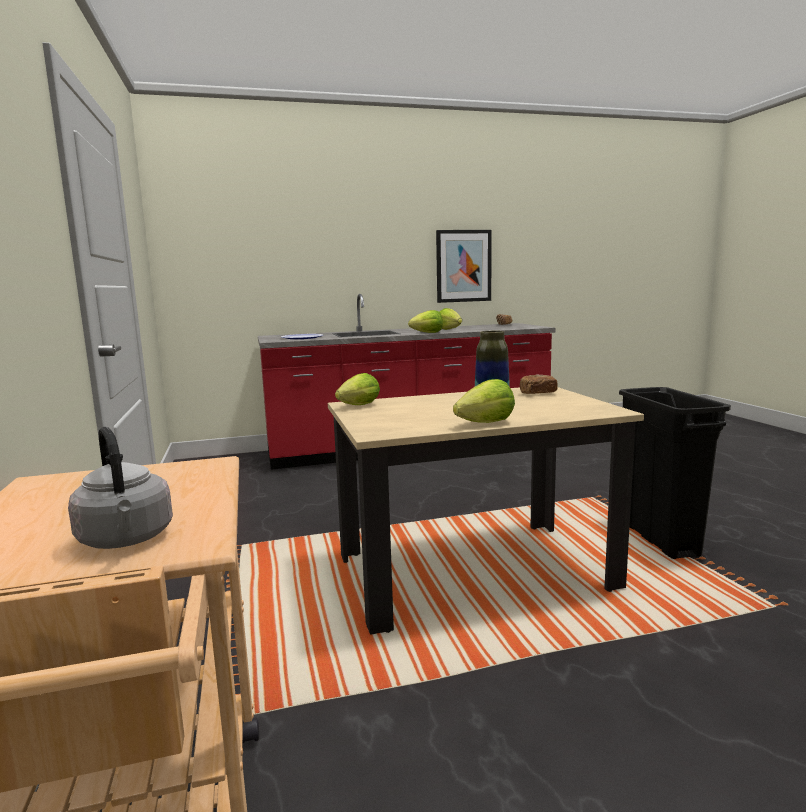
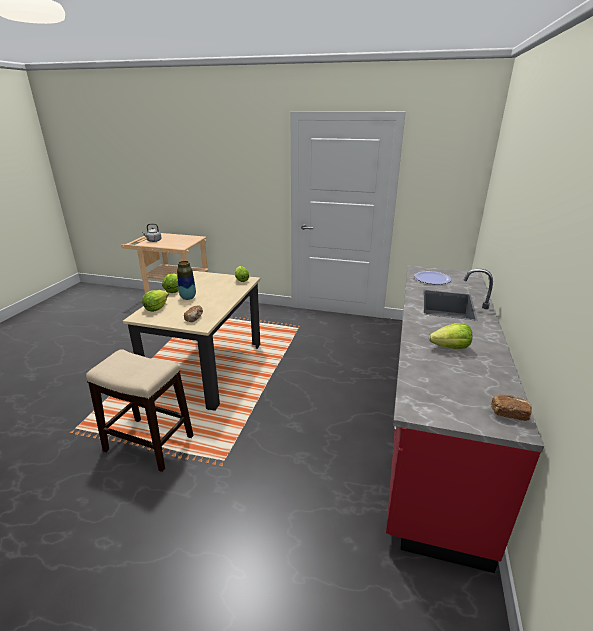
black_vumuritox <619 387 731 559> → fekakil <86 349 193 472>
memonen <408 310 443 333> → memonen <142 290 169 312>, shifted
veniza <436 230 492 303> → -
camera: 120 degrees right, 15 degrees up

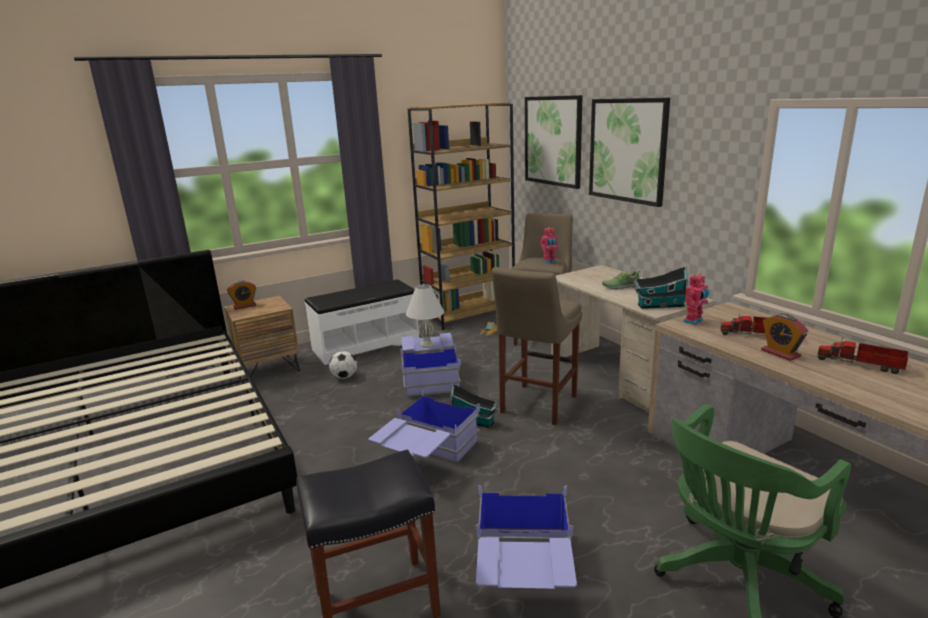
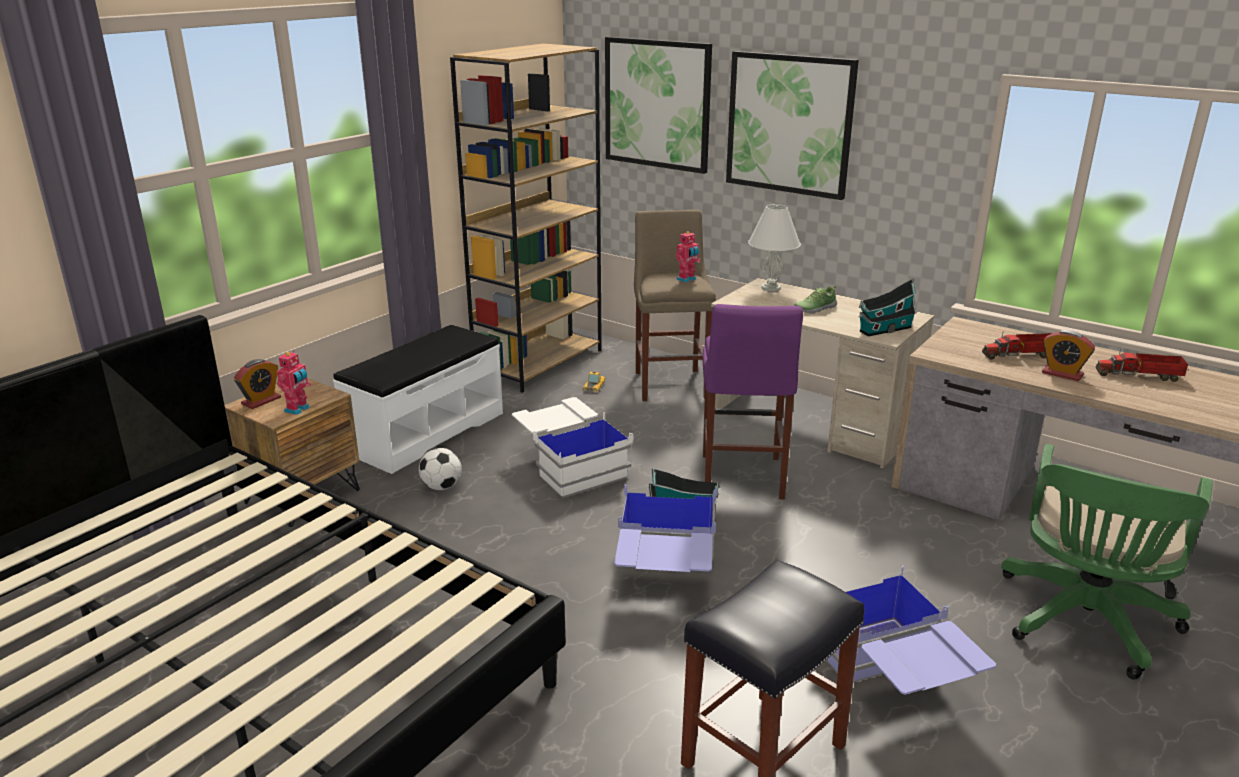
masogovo <683 273 709 325> → masogovo <277 350 311 415>, shifted
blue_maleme <400 333 461 397> → white_maleme <512 397 633 498>
beige_fekakil <492 267 582 425> → purple_fekakil <702 304 803 499>
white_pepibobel <406 284 444 347> → white_pepibobel <748 204 801 291>, shifted
camera: 25 degrees left, 5 degrees up

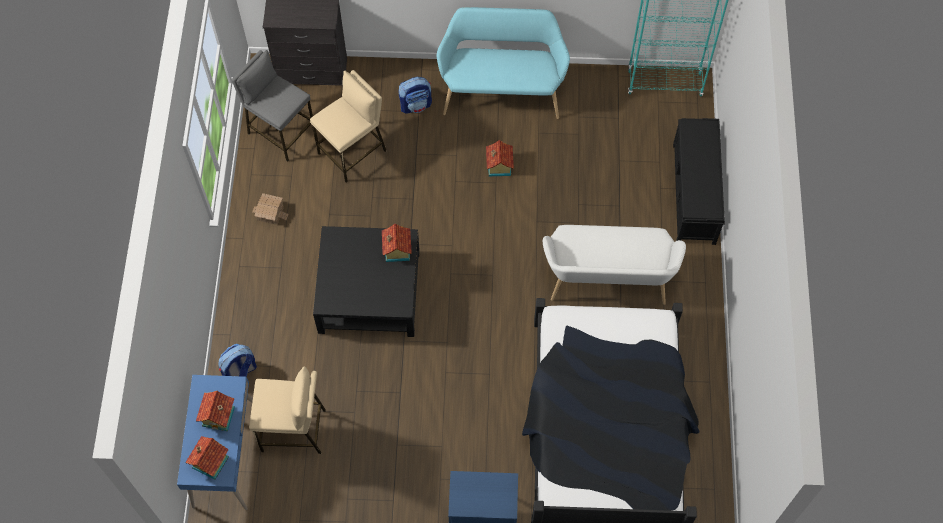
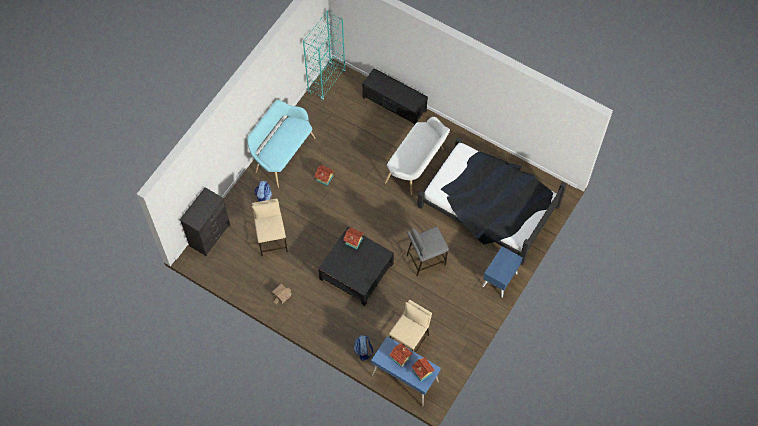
grey_fekakil <231 50 313 162> → grey_fekakil <407 226 449 276>, shifted
camera: 60 degrees left, 0 degrees up

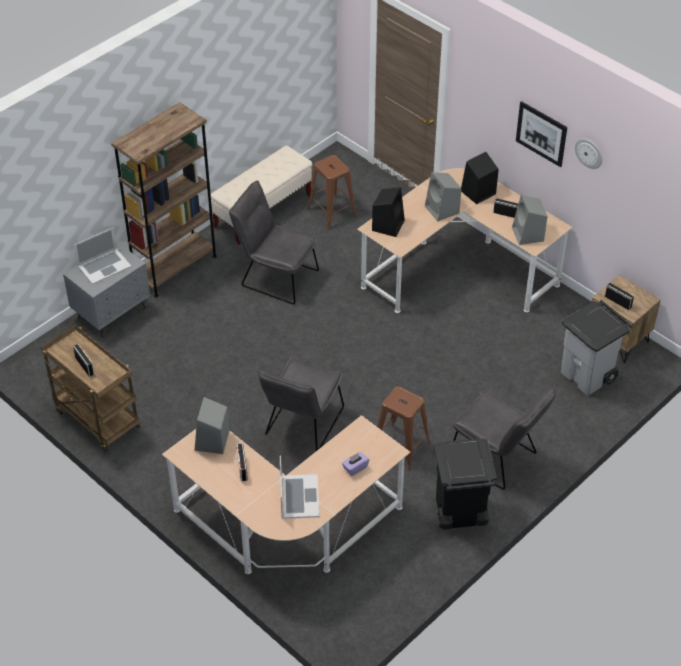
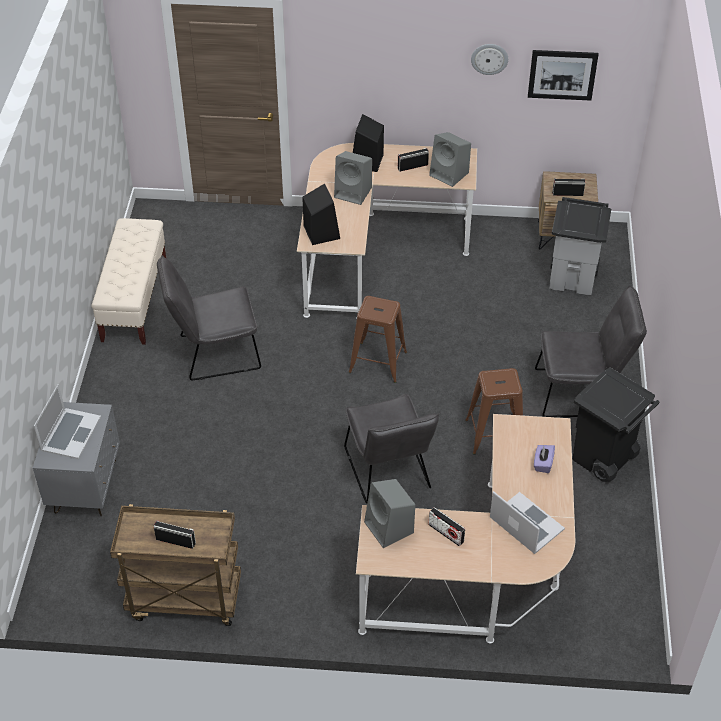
brown_fekakil <307 155 358 230> → brown_fekakil <349 296 407 383>, shifted
veniza <516 101 567 167> → veniza <528 50 599 101>, shifted
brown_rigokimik <111 102 217 298> → -
camera: 40 degrees left, 0 degrees up

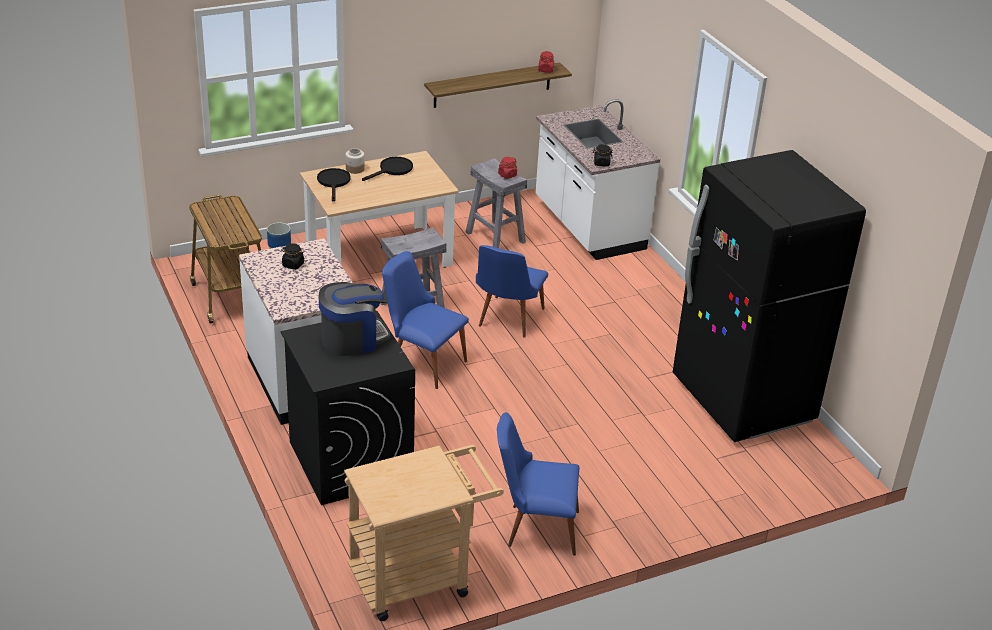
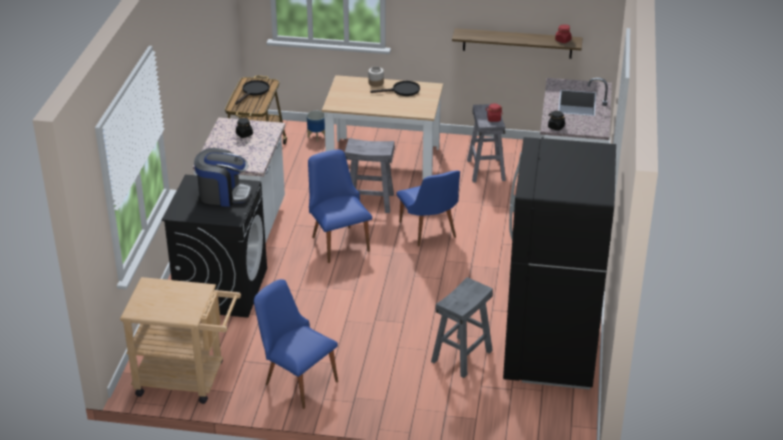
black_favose <317 168 351 202> → black_favose <235 80 269 105>, shifted
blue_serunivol <476 245 548 337> → blue_serunivol <397 171 460 247>, 75 degrees counterclockwise
- → grey_fekakil <431 277 493 378>
camera: 35 degrees right, 0 degrees up

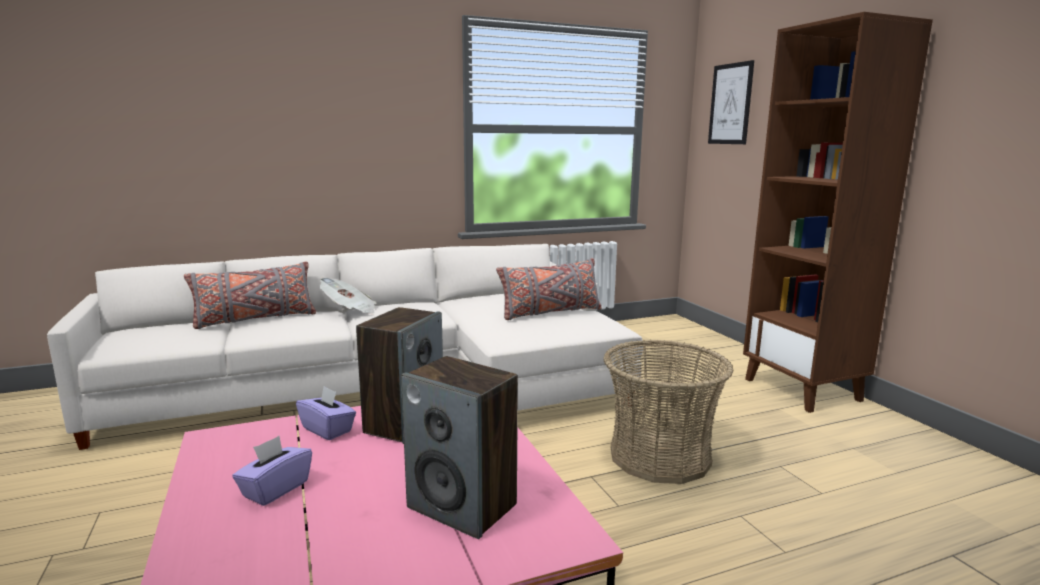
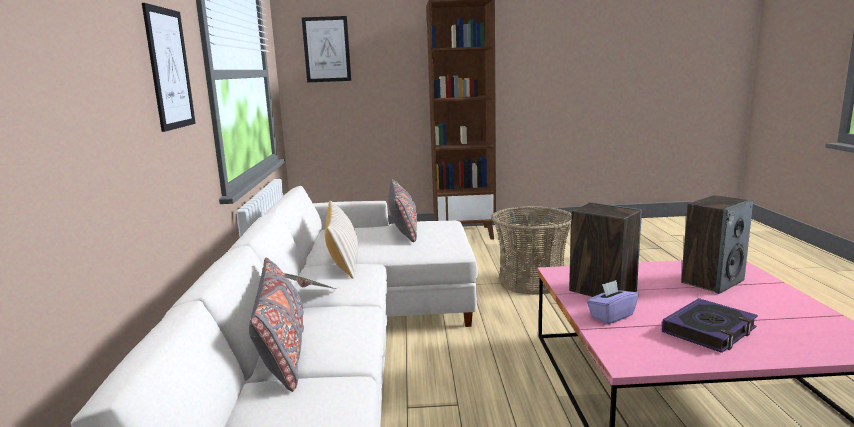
- → veniza <142 3 196 132>
- → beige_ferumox <325 200 358 279>
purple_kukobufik <232 436 312 506> → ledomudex <662 298 758 353>
camera: 70 degrees left, 0 degrees up

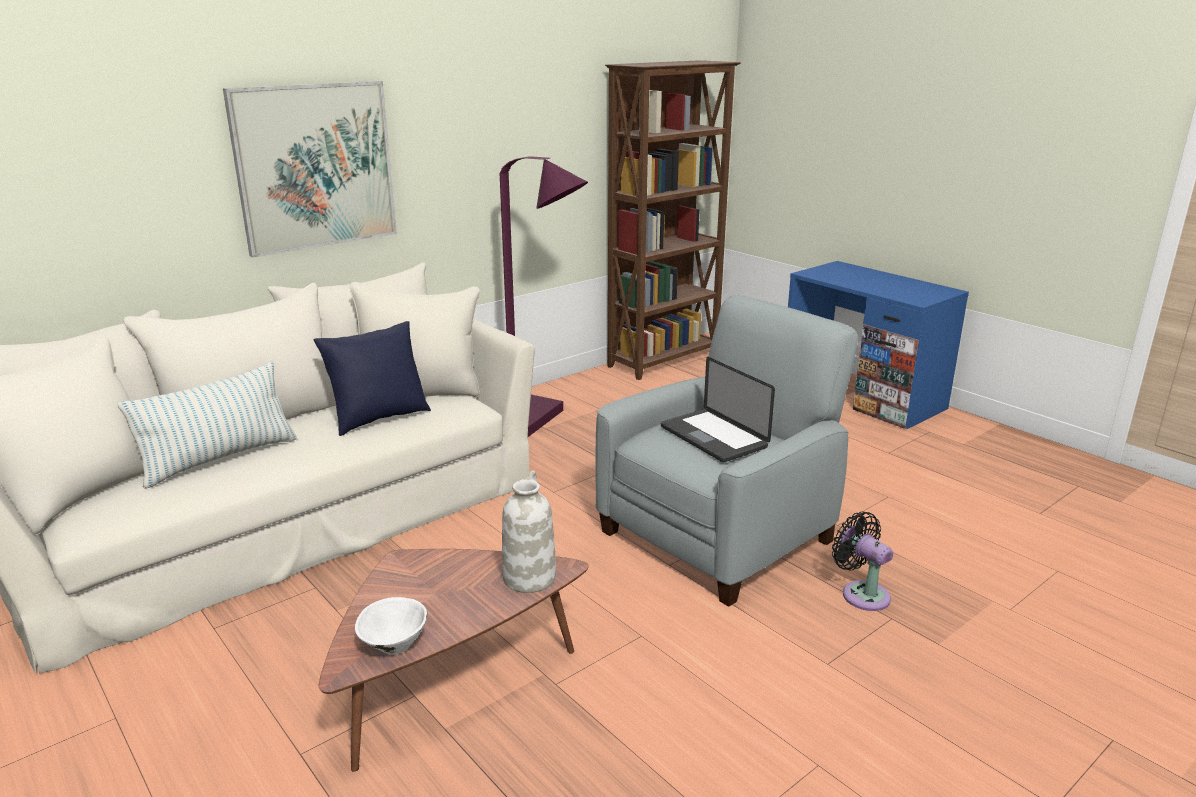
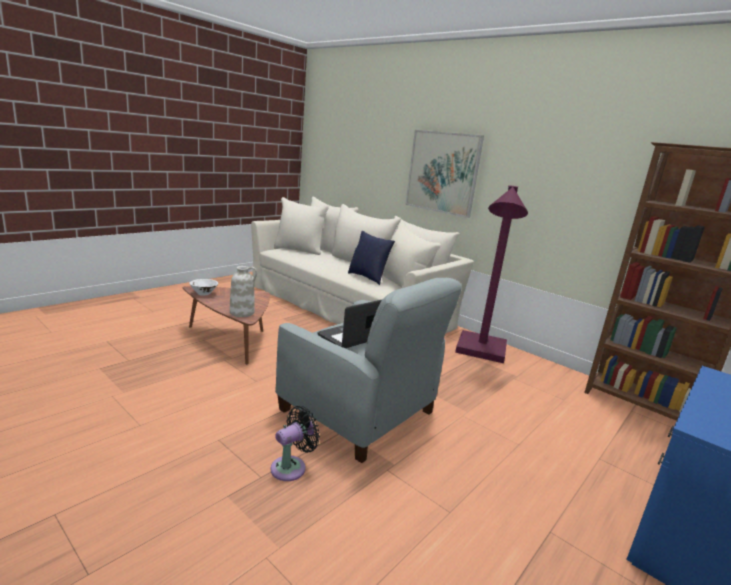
ferumox <118 362 297 489> → -
camera: 80 degrees right, 5 degrees down

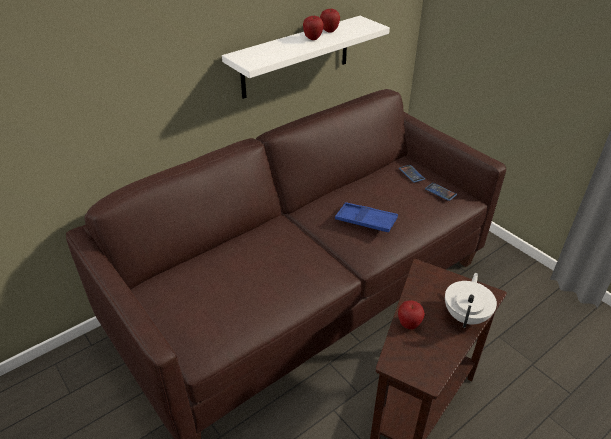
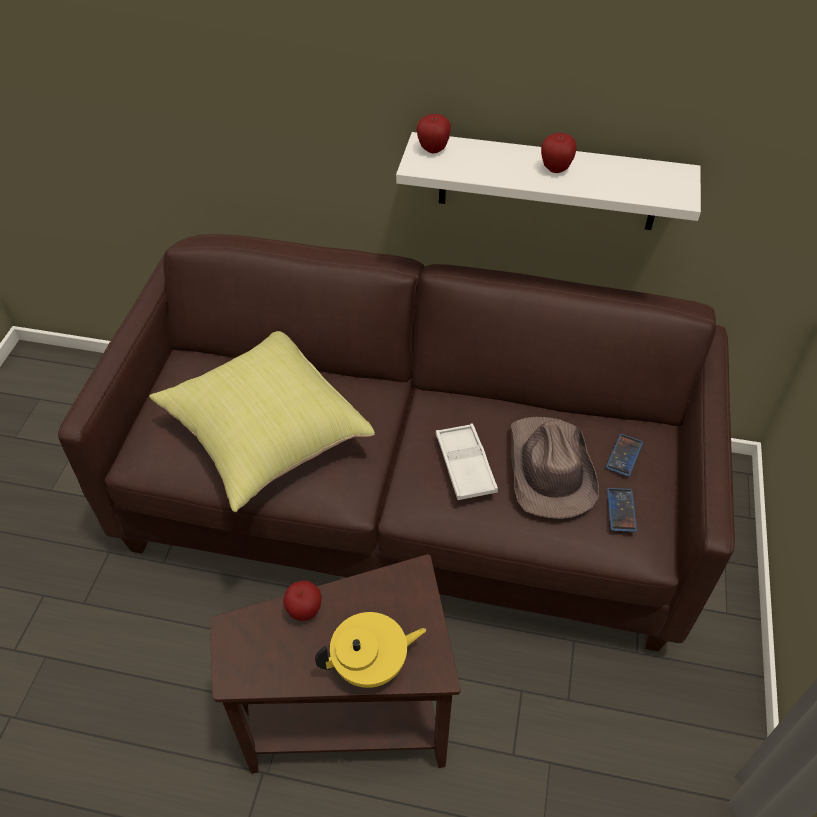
- → yellow_ferumox <149 331 375 512>
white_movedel <445 273 497 328> → yellow_movedel <315 612 426 688>
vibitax <320 8 340 33> → vibitax <416 114 451 153>, shifted
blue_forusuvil <335 202 398 232> → white_forusuvil <436 423 498 500>
- → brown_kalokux <511 417 599 519>
camera: 50 degrees right, 10 degrees up

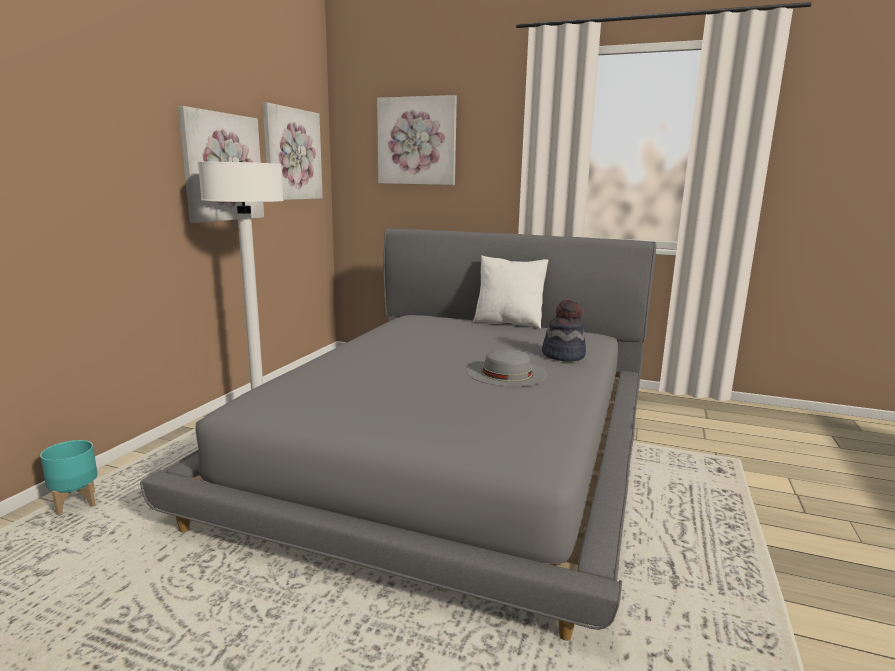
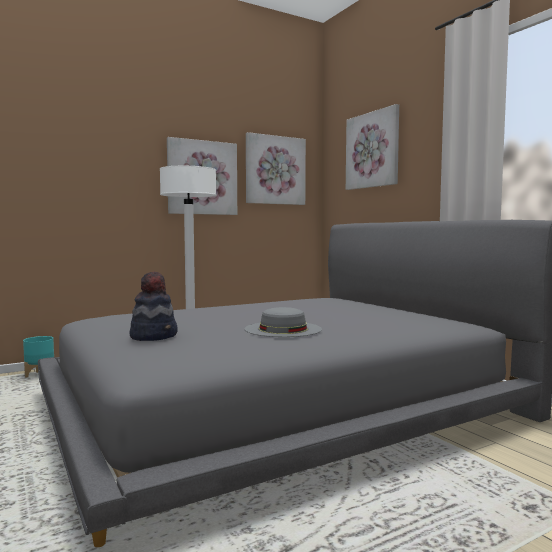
kalokux <542 299 586 361> → kalokux <129 272 178 341>, shifted
white_ferumox <473 255 549 329> → -
camera: 40 degrees right, 10 degrees down

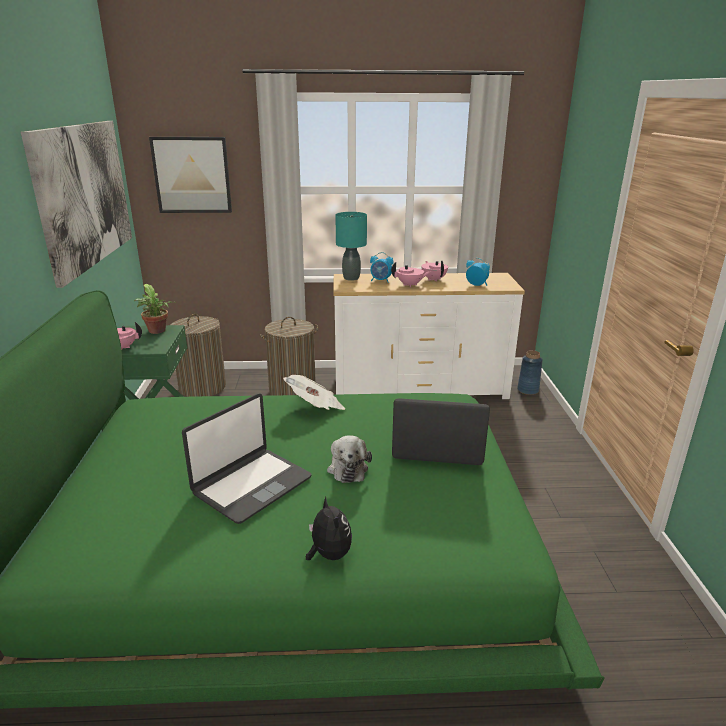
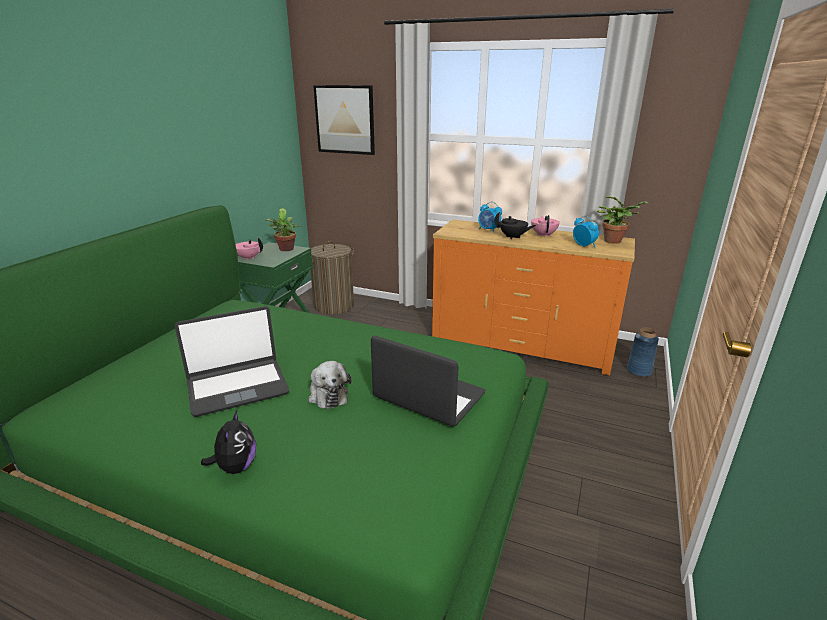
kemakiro <327 435 372 483> → kemakiro <308 361 351 409>, 45 degrees counterclockwise
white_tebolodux <333 273 525 399> → orange_tebolodux <432 220 635 375>
pink_movedel <391 262 432 287> → black_movedel <495 212 536 239>
- → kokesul <597 196 649 244>
veniza <21 121 132 288> → -
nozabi <260 317 318 396> → -
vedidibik <283 375 346 410> → -
turquoise_pepibobel <335 212 367 281> → -
camera: 25 degrees right, 0 degrees up

